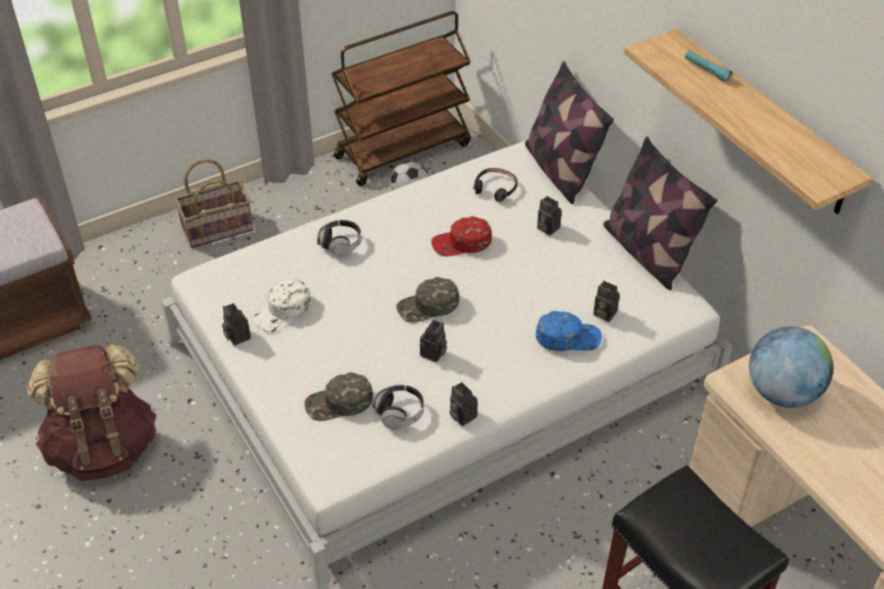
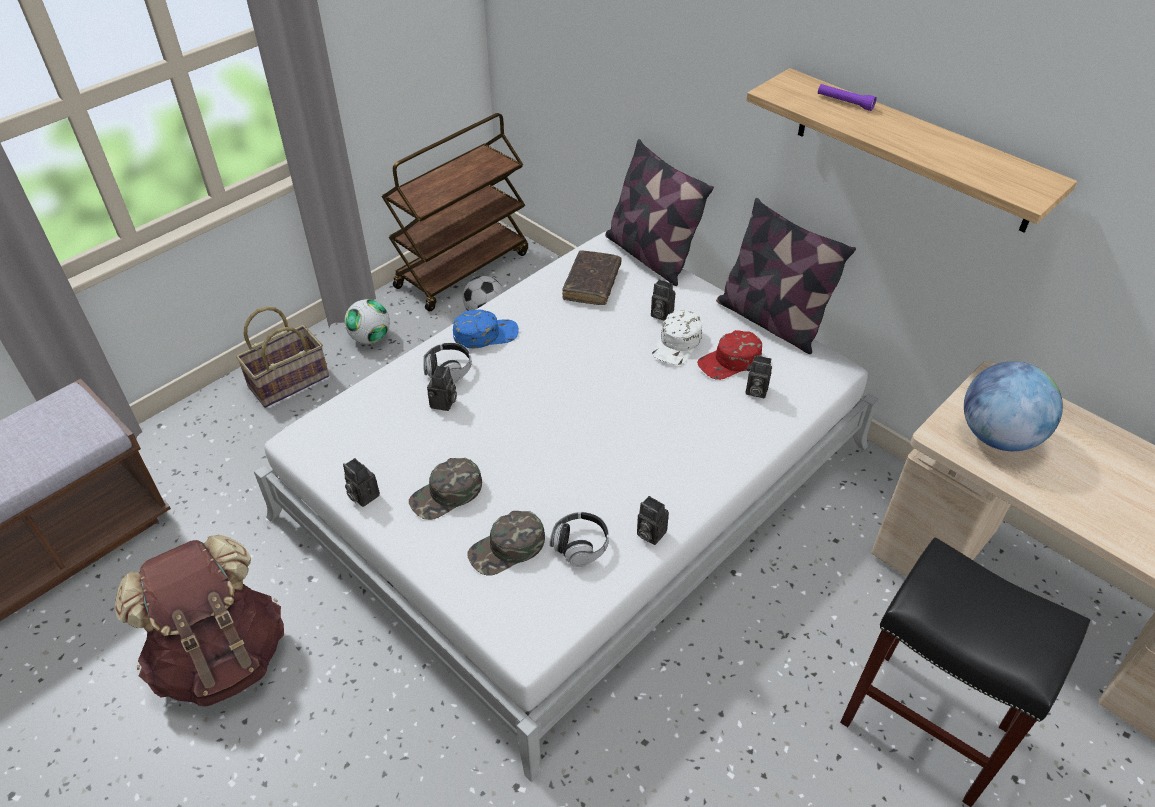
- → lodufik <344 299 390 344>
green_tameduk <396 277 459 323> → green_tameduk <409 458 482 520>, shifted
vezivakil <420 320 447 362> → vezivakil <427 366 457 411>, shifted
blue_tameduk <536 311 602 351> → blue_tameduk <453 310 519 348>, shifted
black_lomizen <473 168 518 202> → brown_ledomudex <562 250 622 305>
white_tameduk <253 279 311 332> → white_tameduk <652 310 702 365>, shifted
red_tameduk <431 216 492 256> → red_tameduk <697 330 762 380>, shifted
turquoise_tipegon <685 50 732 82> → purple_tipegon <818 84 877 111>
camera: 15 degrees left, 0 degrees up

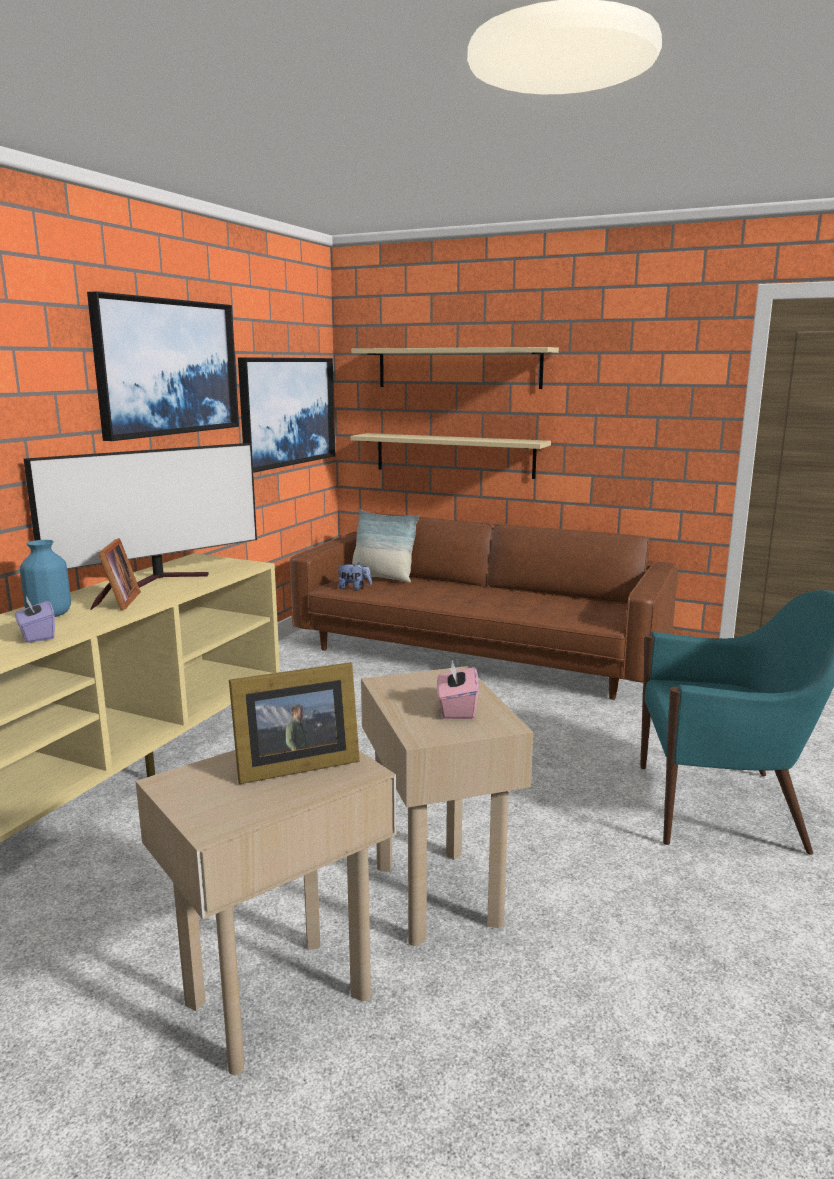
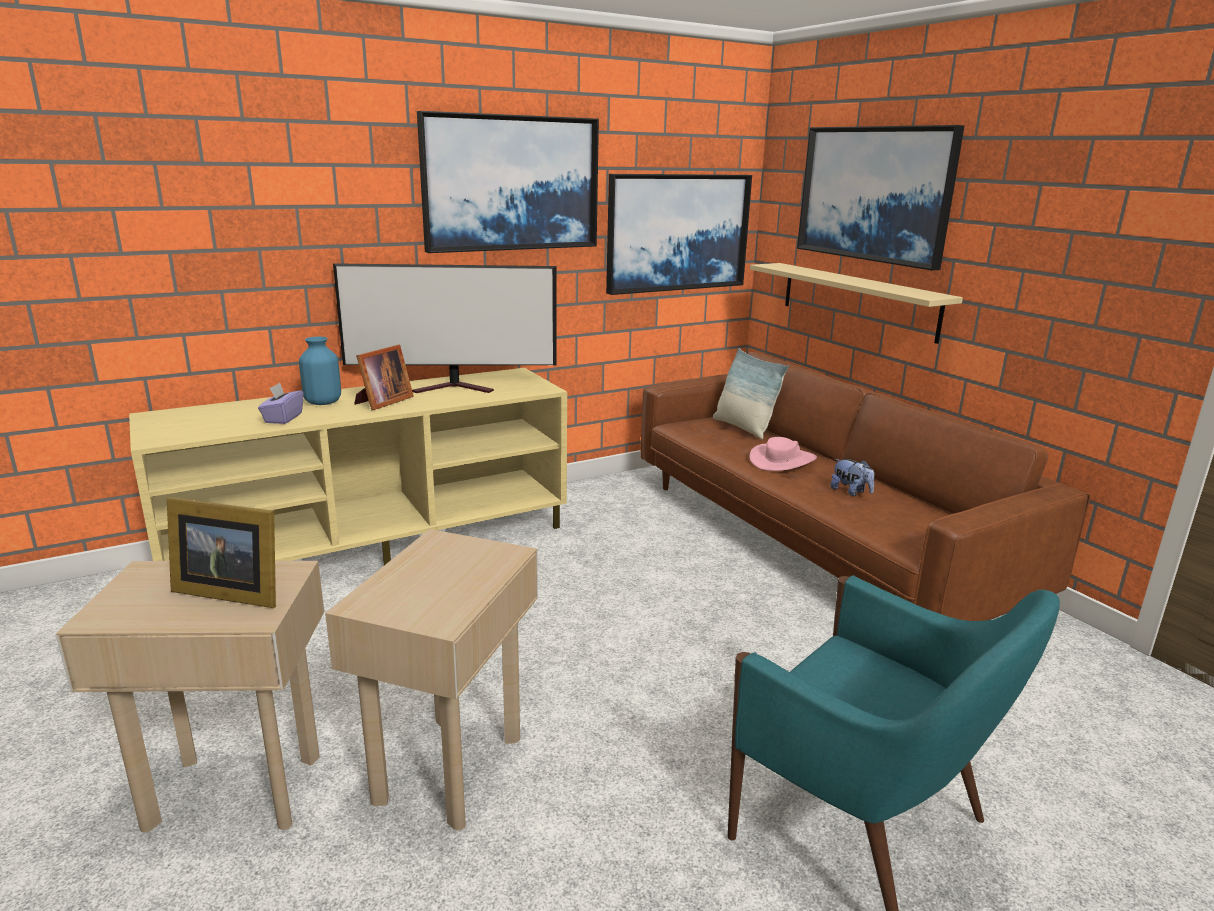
- → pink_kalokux <749 437 817 471>
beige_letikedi <351 347 559 389> → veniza <797 125 964 271>
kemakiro <336 562 372 591> → kemakiro <831 459 875 496>, shifted
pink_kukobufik <437 660 479 719> → -
camera: 35 degrees right, 5 degrees up

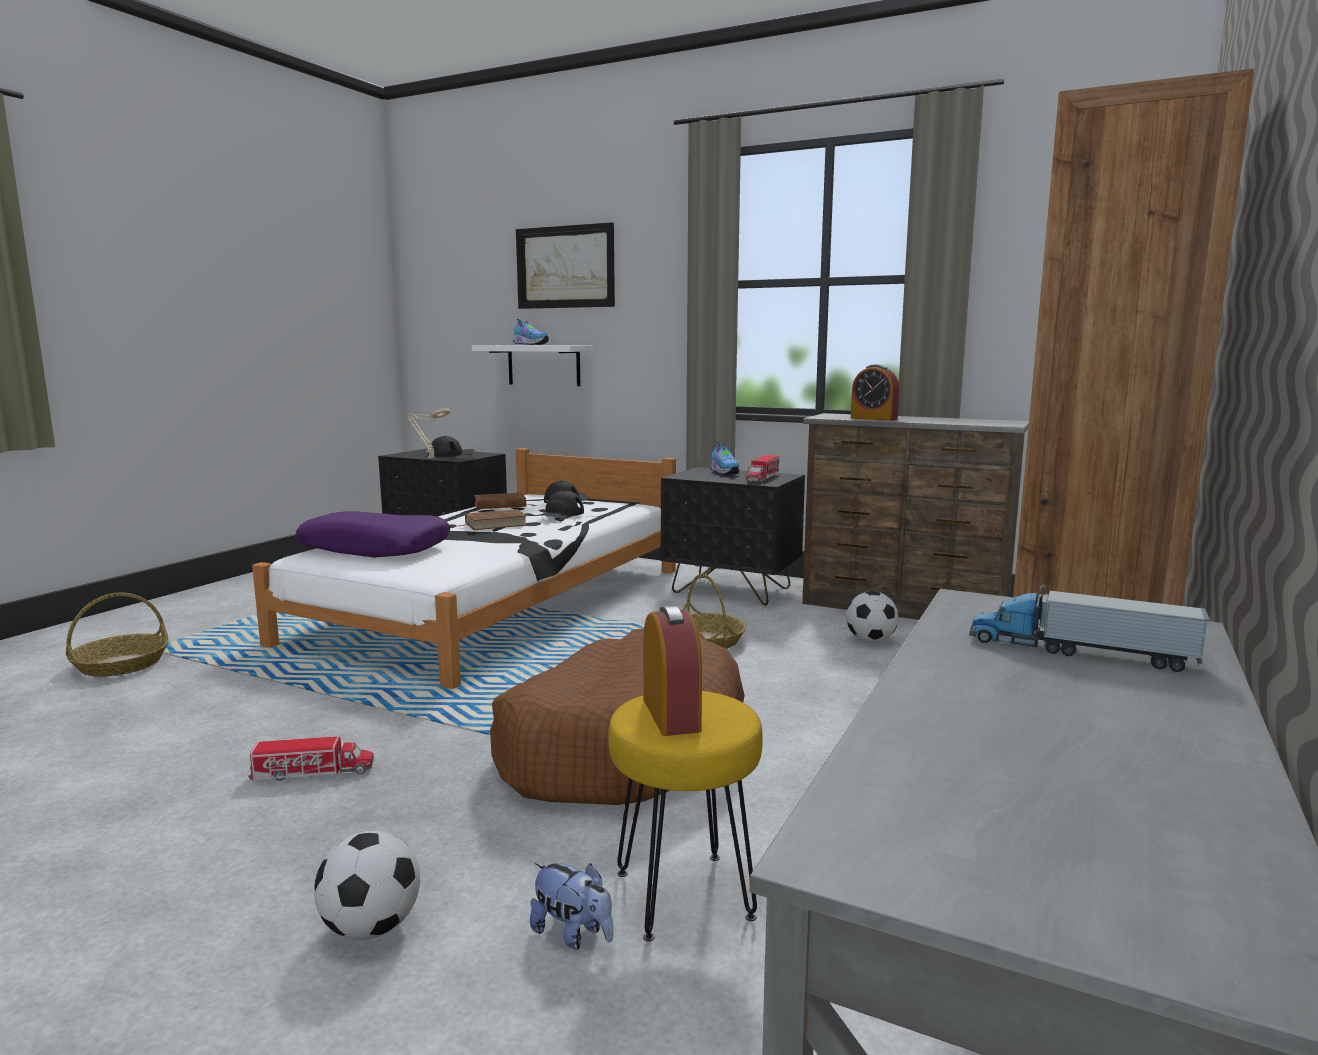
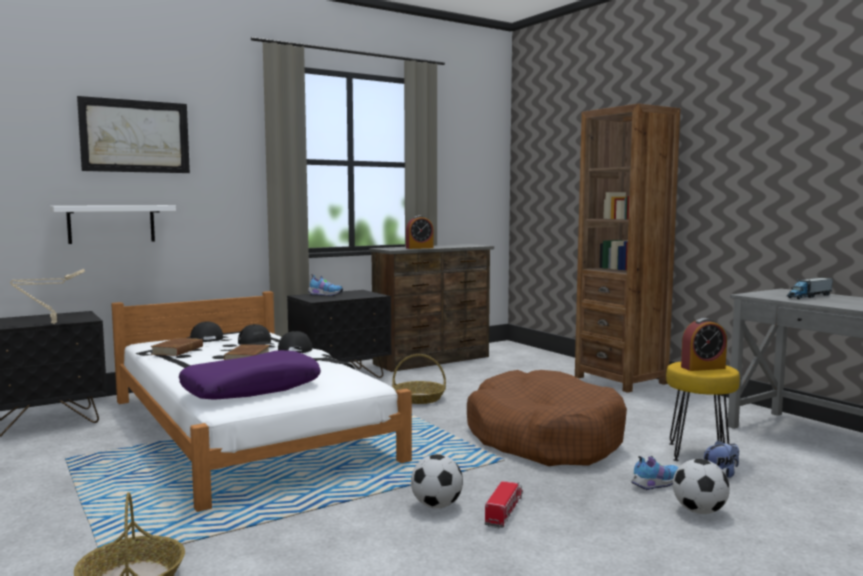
black_tameduk <430 436 475 457> → black_tameduk <278 331 312 353>, shifted
lodufik <846 591 899 642> → lodufik <411 454 463 508>, shifted
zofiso <513 319 549 345> → zofiso <631 456 678 490>, shifted
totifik <643 606 702 736> → totifik <681 318 727 371>, 150 degrees clockwise
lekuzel <746 455 779 483> → -
camera: 60 degrees left, 5 degrees down

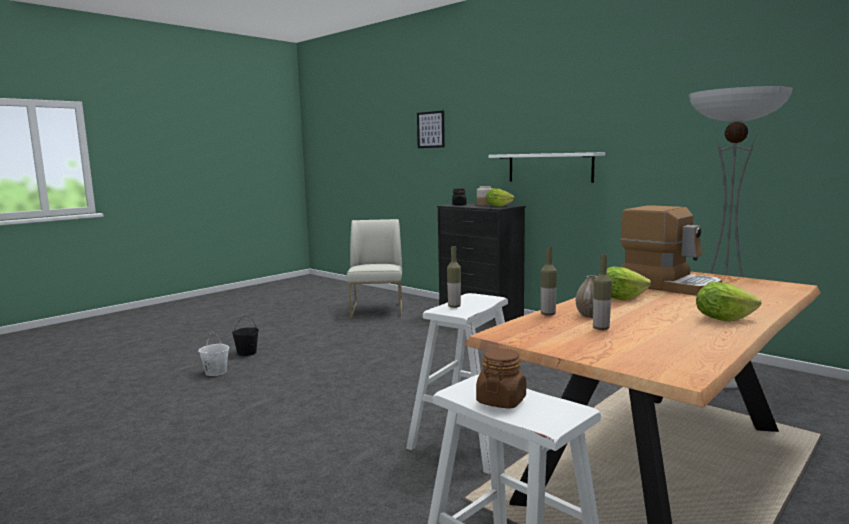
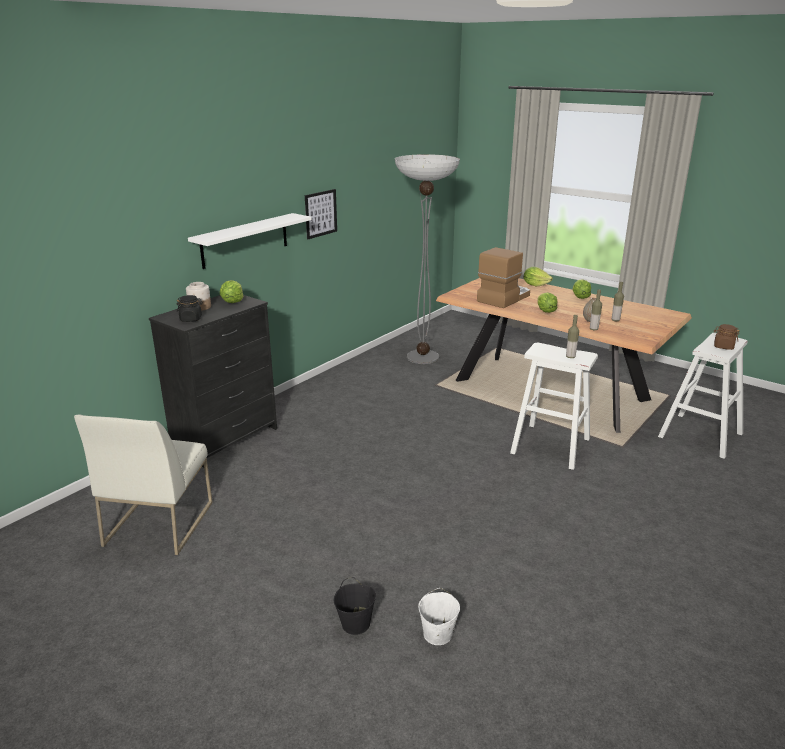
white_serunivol <347 219 402 319> → white_serunivol <74 414 213 555>, 75 degrees counterclockwise
veniza <417 111 445 148> → veniza <305 189 337 239>, shifted
- → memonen <524 267 553 286>
camera: 95 degrees left, 15 degrees up

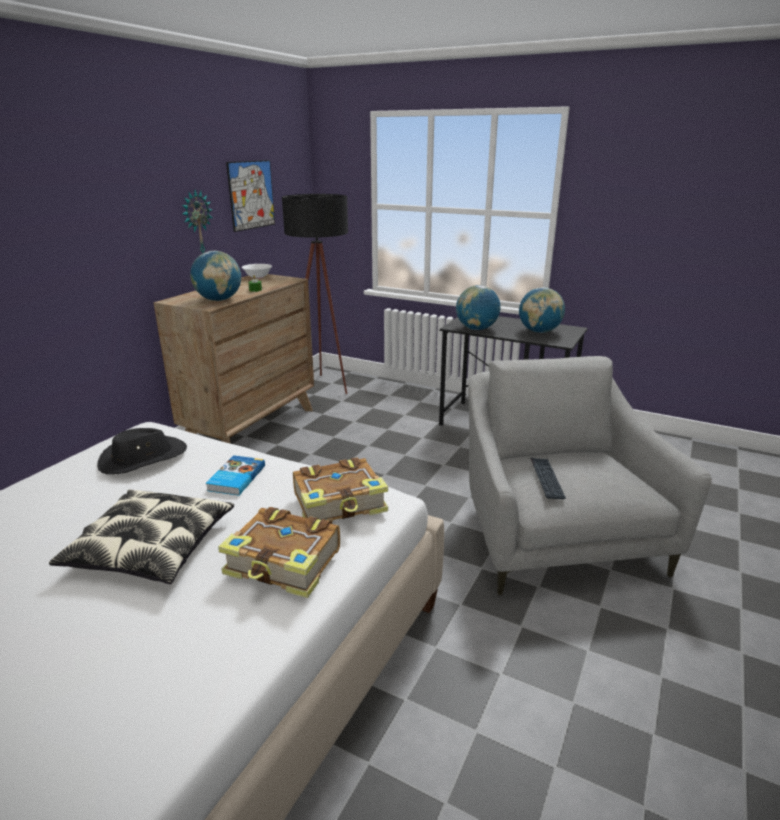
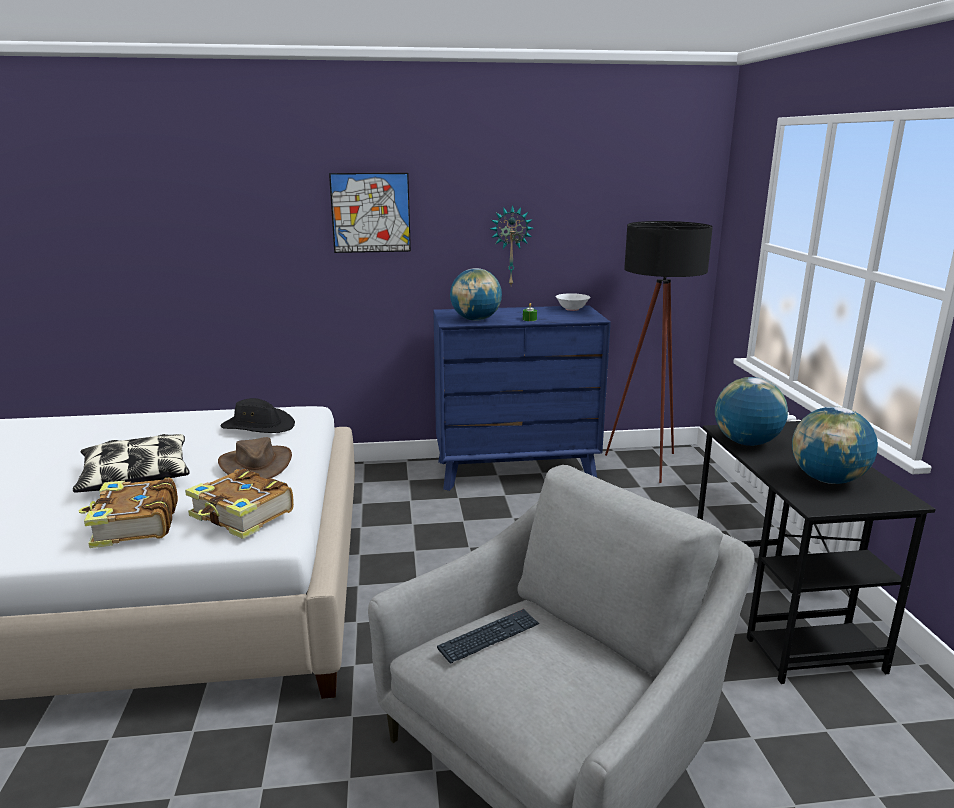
ledomudex <206 455 265 496> → brown_kalokux <218 437 292 479>
veniza <226 160 275 232> → veniza <329 173 411 253>, shifted
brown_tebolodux <154 274 314 444> → blue_tebolodux <433 305 611 491>
camera: 55 degrees right, 5 degrees down

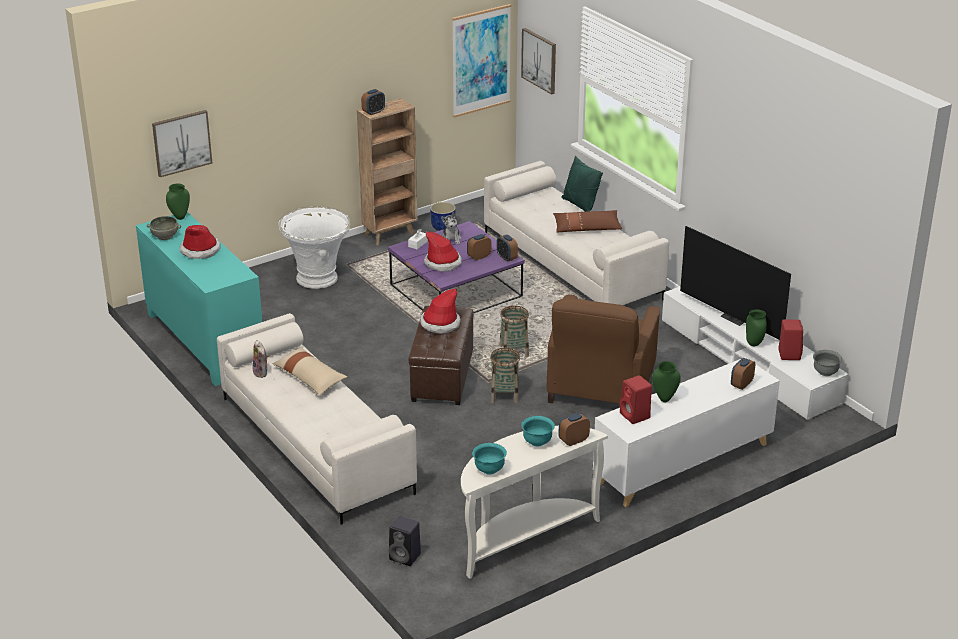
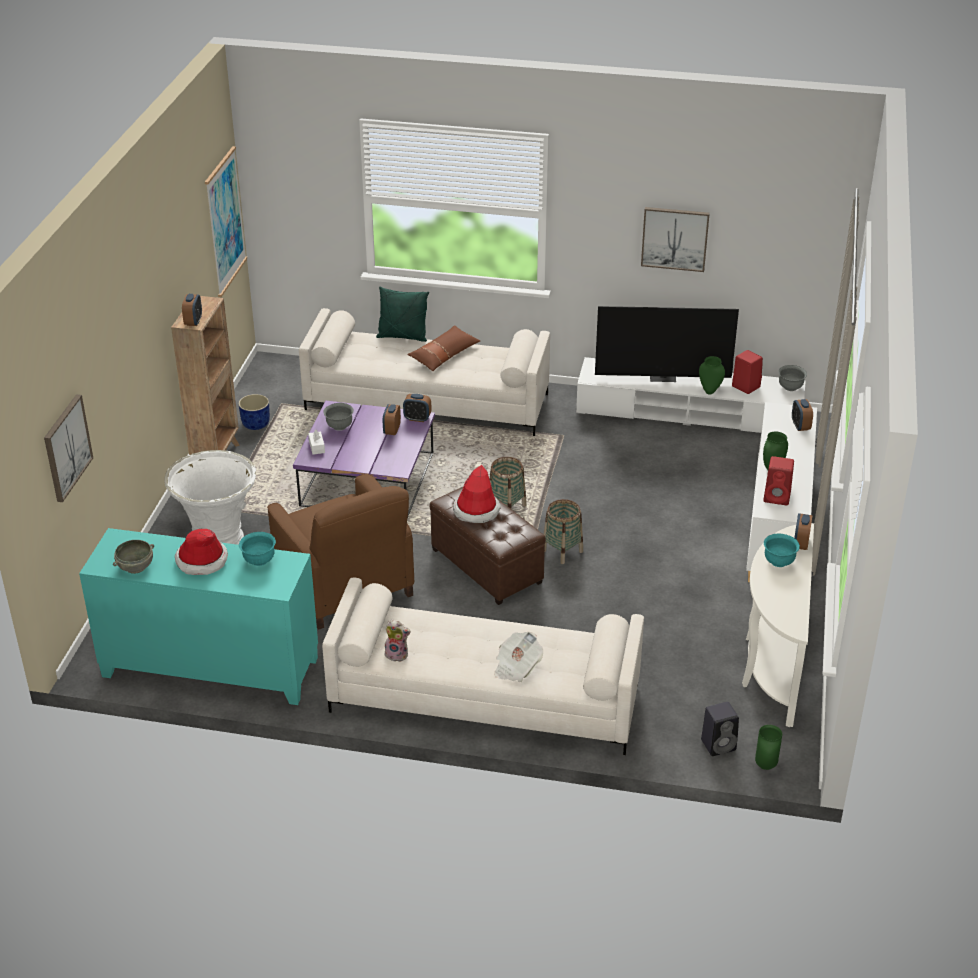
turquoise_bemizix <472 443 507 475> → turquoise_bemizix <239 532 276 566>, shifted
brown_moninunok <547 295 660 403> → brown_moninunok <267 473 414 630>, shifted
kemakiro <441 212 461 244> → grey_bemizix <323 403 354 431>
- → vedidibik <494 632 543 682>
veniza <521 28 556 94> → veniza <641 207 710 272>, shifted
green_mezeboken <166 184 190 220> → green_mezeboken <755 725 782 770>, shifted
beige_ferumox <273 346 347 396> → -
kalokux <424 231 462 271> → -
camera: 45 degrees left, 5 degrees up

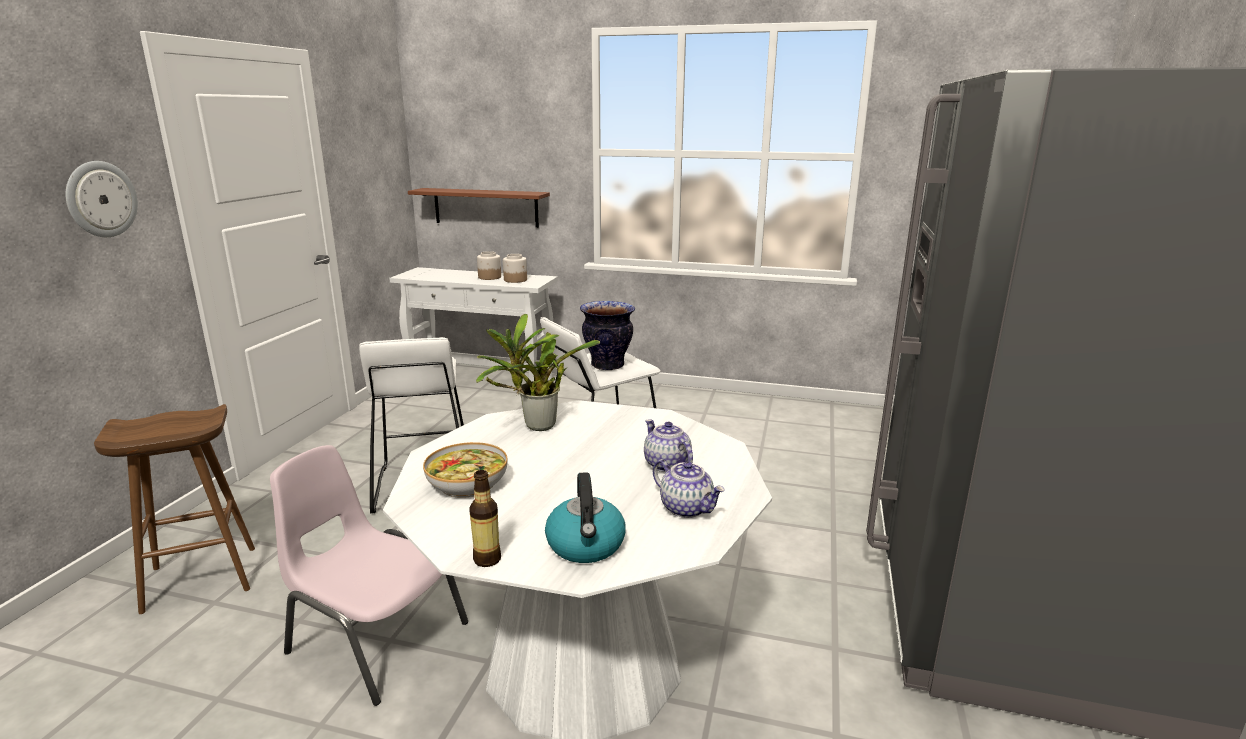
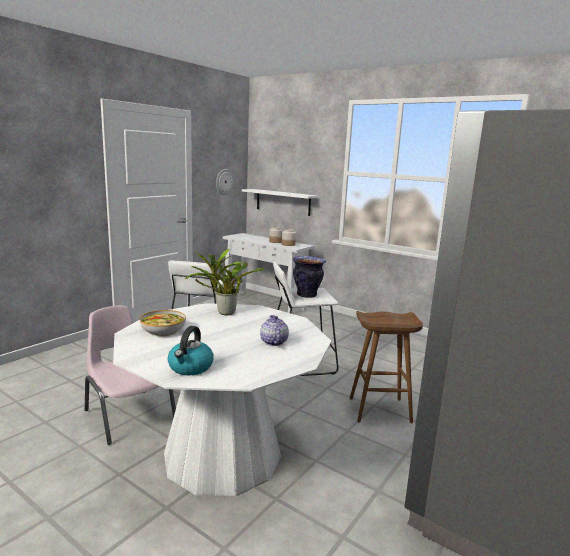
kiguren <65 161 138 237> → kiguren <216 169 234 195>, shifted
brown_letikedi <408 188 550 228> → white_letikedi <242 189 318 216>
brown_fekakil <94 404 255 614> → brown_fekakil <350 311 423 423>, shifted
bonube <469 470 501 567> → -
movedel <653 459 725 518> → -
camera: 20 degrees right, 5 degrees down

